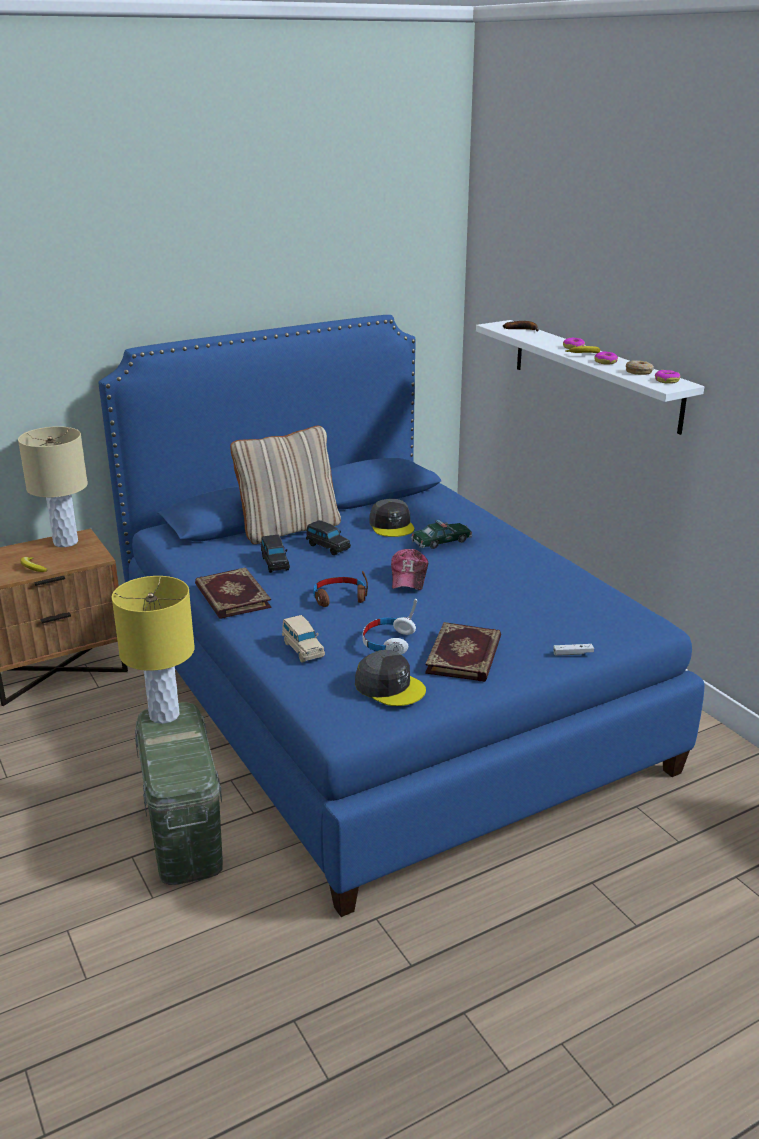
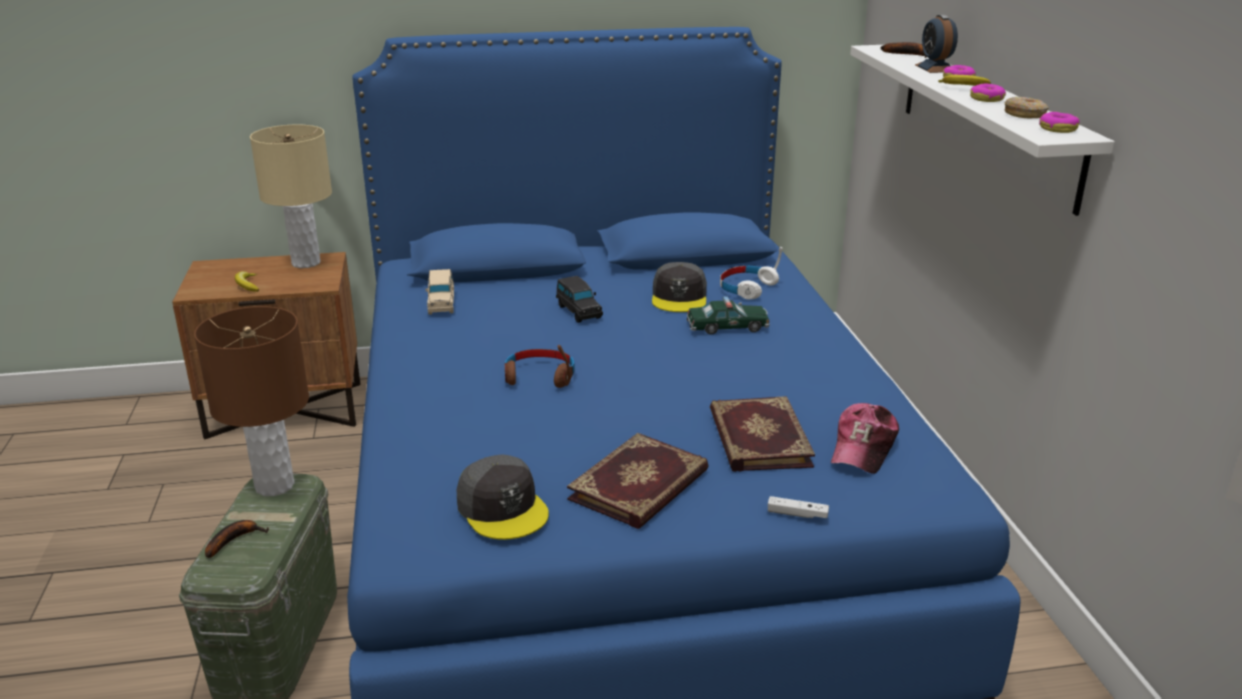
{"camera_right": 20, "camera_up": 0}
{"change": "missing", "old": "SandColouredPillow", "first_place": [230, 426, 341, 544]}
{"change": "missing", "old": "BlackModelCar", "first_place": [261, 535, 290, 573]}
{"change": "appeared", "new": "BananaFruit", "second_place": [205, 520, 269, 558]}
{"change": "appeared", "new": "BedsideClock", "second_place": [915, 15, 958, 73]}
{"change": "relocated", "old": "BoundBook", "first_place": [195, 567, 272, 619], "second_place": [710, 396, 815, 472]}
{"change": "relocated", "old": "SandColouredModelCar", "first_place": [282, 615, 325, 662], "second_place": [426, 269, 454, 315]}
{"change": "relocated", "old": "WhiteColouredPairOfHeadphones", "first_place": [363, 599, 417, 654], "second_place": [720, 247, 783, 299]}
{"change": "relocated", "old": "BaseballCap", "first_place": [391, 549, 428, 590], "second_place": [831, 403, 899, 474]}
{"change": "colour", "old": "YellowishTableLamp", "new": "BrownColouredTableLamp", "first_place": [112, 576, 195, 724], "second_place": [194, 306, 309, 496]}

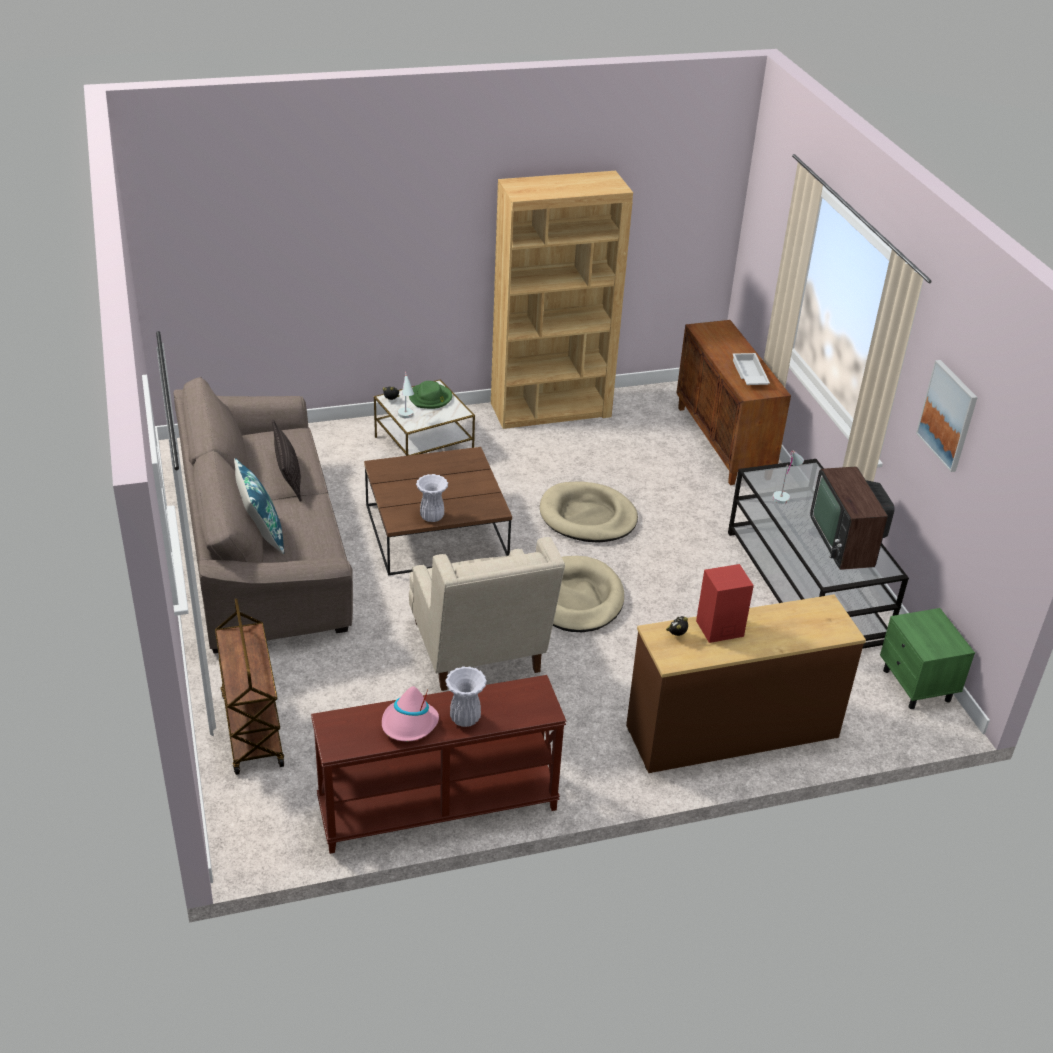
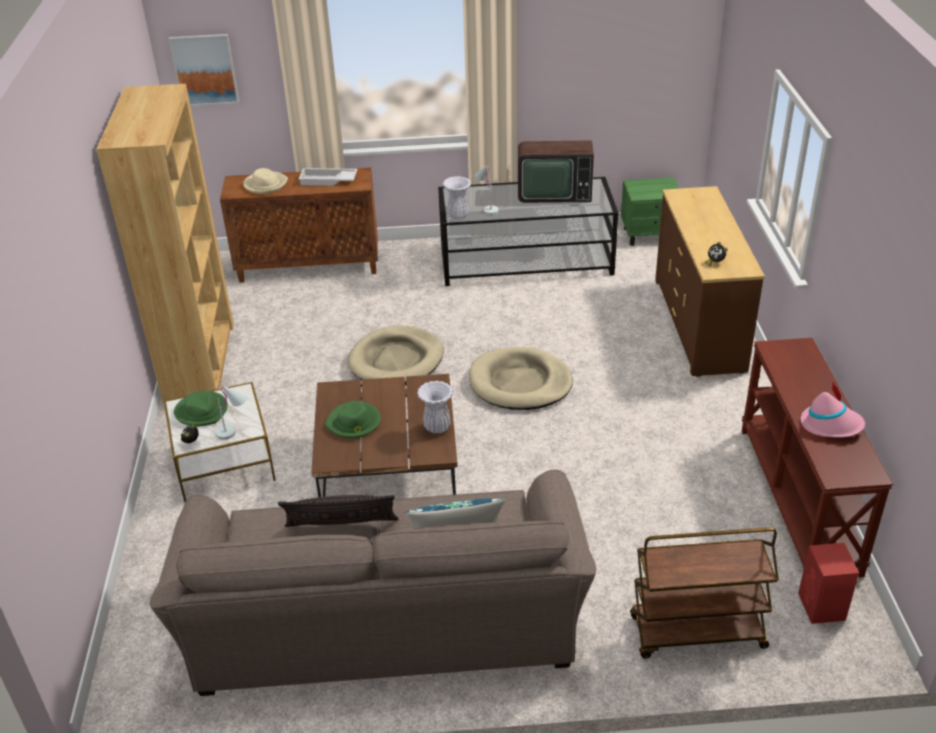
{"camera_right": -75, "camera_up": 0}
{"change": "missing", "old": "SandColouredArmchair", "first_place": [409, 537, 565, 691]}
{"change": "appeared", "new": "SandColouredWearableHat", "second_place": [243, 168, 288, 194]}
{"change": "appeared", "new": "GreenColouredWearableHat", "second_place": [325, 401, 381, 438]}
{"change": "relocated", "old": "WhiteColouredVase", "first_place": [445, 667, 487, 727], "second_place": [443, 176, 471, 219]}
{"change": "relocated", "old": "ReddishAudioSpeaker", "first_place": [696, 564, 754, 643], "second_place": [798, 543, 859, 624]}
{"change": "relocated", "old": "WallArt", "first_place": [916, 360, 978, 472], "second_place": [168, 34, 239, 106]}

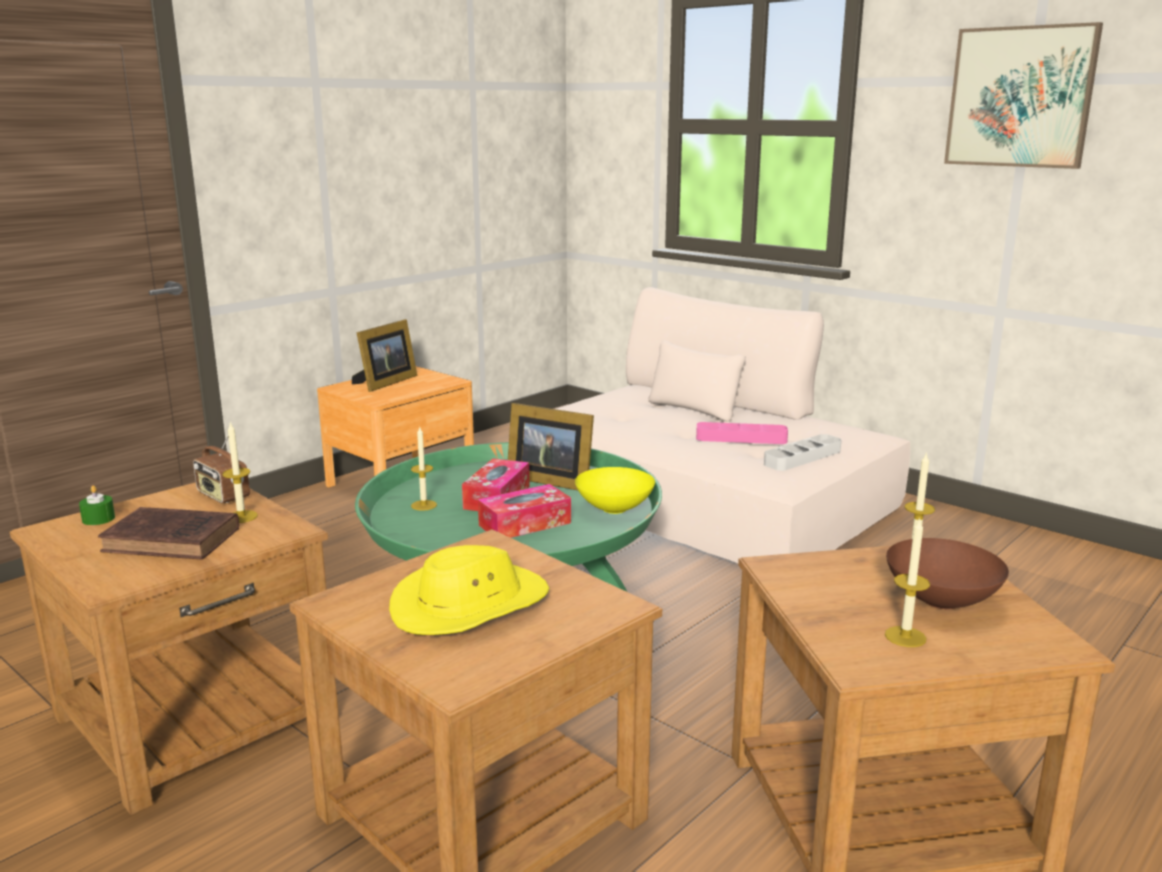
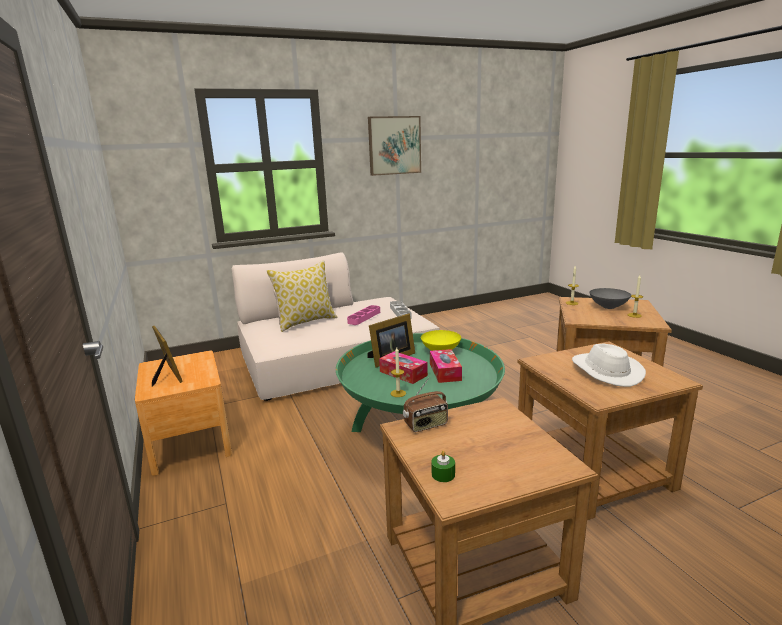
{"camera_right": -65, "camera_up": 0}
{"change": "missing", "old": "BrownColouredBoundBook", "first_place": [98, 507, 239, 560]}
{"change": "missing", "old": "Candle", "first_place": [222, 422, 258, 523]}
{"change": "appeared", "new": "Pillow", "second_place": [267, 260, 338, 332]}
{"change": "colour", "old": "YellowishWearableHat", "new": "WhiteColouredWearableHat", "first_place": [389, 545, 549, 635], "second_place": [572, 344, 646, 387]}
{"change": "colour", "old": "BrownColouredBowl", "new": "GreyishBowl", "first_place": [886, 538, 1009, 609], "second_place": [590, 288, 631, 309]}

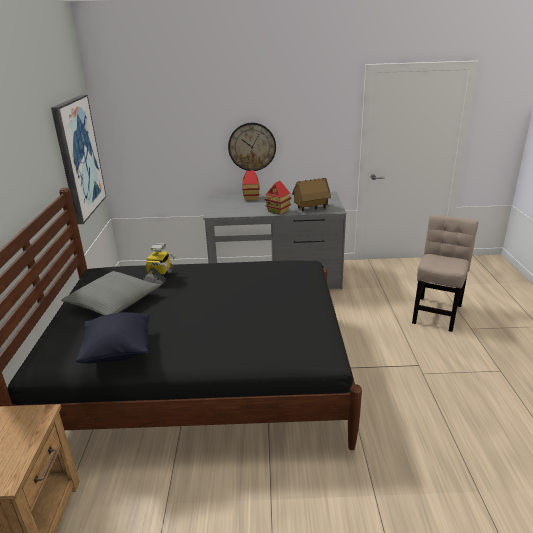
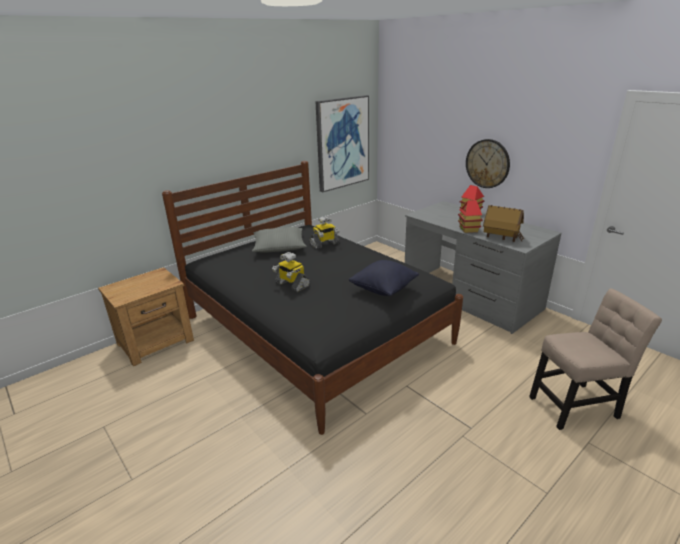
{"camera_right": 50, "camera_up": 0}
{"change": "appeared", "new": "RobotFigure", "second_place": [272, 252, 310, 292]}
{"change": "relocated", "old": "BlackPillow", "first_place": [76, 312, 149, 364], "second_place": [349, 260, 419, 296]}

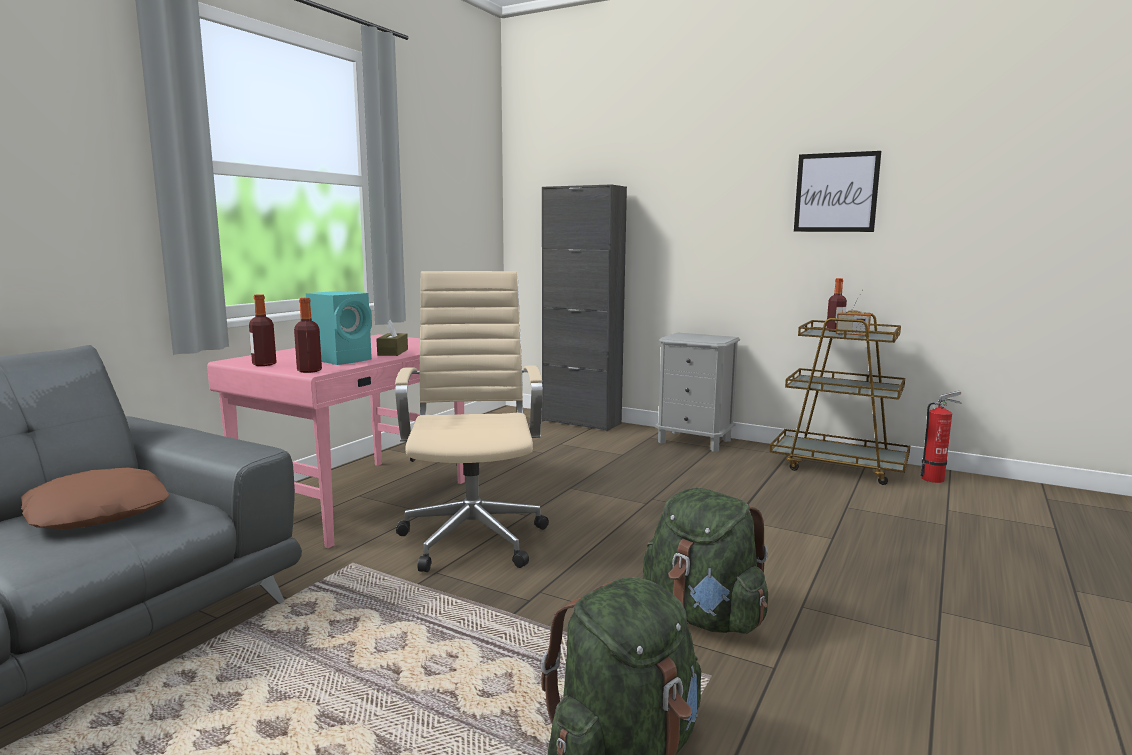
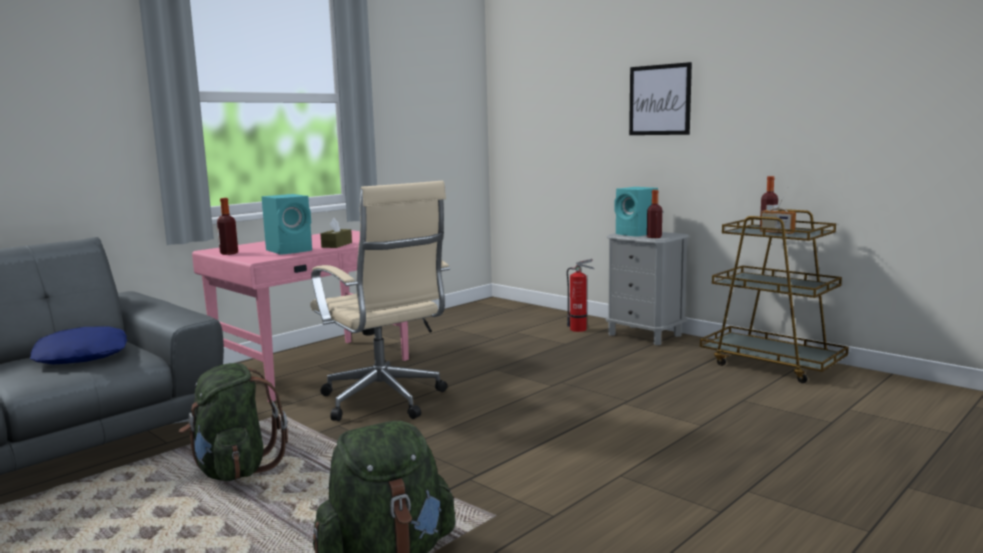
{"camera_right": 15, "camera_up": 0}
{"change": "missing", "old": "BlackCabinet", "first_place": [542, 184, 627, 431]}
{"change": "appeared", "new": "TurquoiseColouredAudioSpeaker", "second_place": [614, 187, 658, 237]}
{"change": "relocated", "old": "DrinkBottle", "first_place": [294, 298, 322, 373], "second_place": [647, 190, 662, 238]}
{"change": "relocated", "old": "GreenColouredBackpack", "first_place": [643, 488, 768, 634], "second_place": [179, 363, 288, 481]}
{"change": "relocated", "old": "WallArt", "first_place": [794, 151, 881, 232], "second_place": [629, 62, 692, 135]}
{"change": "relocated", "old": "FireFightingCylinder", "first_place": [920, 391, 962, 483], "second_place": [567, 259, 594, 332]}
{"change": "colour", "old": "BrownColouredPillow", "new": "BluishPillow", "first_place": [21, 467, 169, 529], "second_place": [30, 326, 127, 365]}
{"change": "spun", "old": "SandColouredComputerChair", "first_place": [395, 271, 549, 572], "second_place": [310, 181, 450, 421], "degrees": 135}

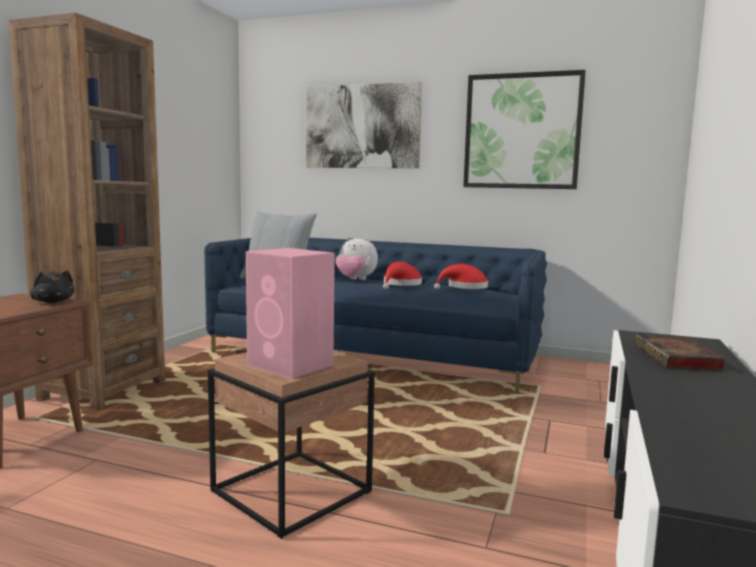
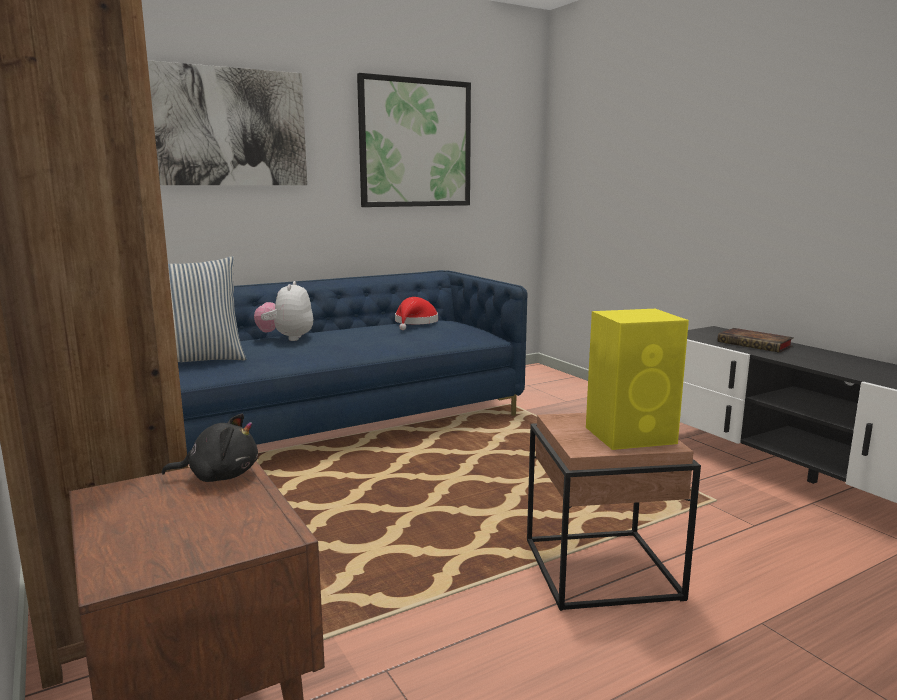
{"camera_right": -50, "camera_up": 5}
{"change": "missing", "old": "ReddishWearableHat", "first_place": [383, 262, 422, 289]}
{"change": "colour", "old": "PinkColouredAudioSpeaker", "new": "YellowishAudioSpeaker", "first_place": [246, 248, 335, 379], "second_place": [586, 309, 689, 450]}
{"change": "spun", "old": "SoftToy", "first_place": [336, 237, 378, 280], "second_place": [254, 281, 313, 341], "degrees": 120}

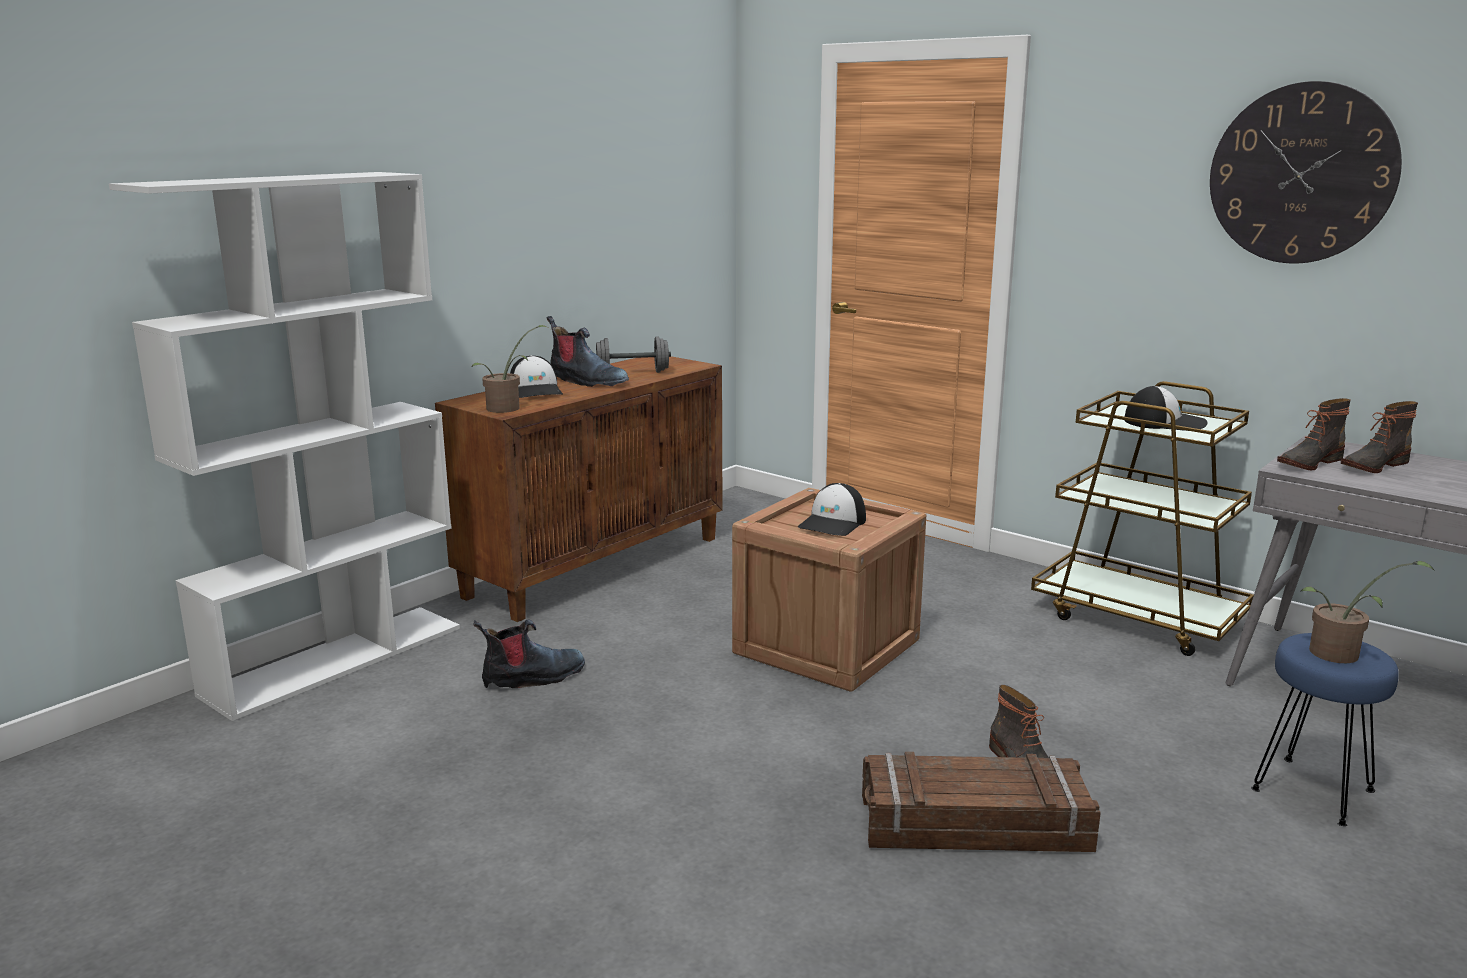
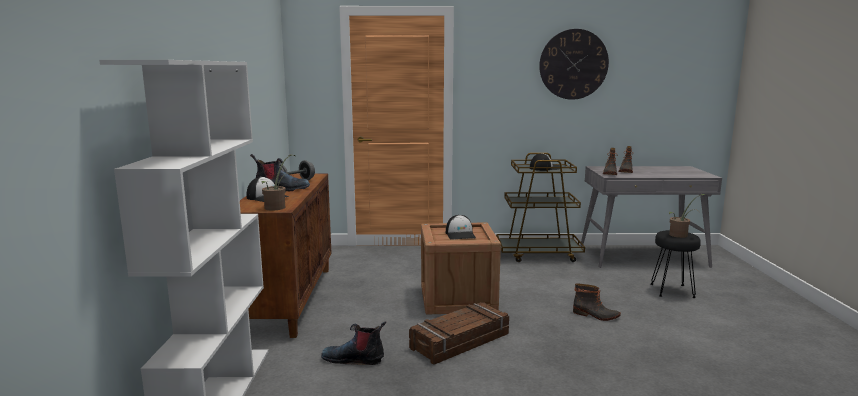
{"camera_right": -40, "camera_up": -5}
{"change": "relocated", "old": "PackingCrate", "first_place": [862, 752, 1101, 852], "second_place": [409, 302, 509, 365]}
{"change": "colour", "old": "BluishSittingStool", "new": "BlackSittingStool", "first_place": [1251, 633, 1399, 826], "second_place": [650, 230, 701, 298]}
{"change": "spun", "old": "HighTopBoot", "first_place": [474, 619, 585, 688], "second_place": [321, 321, 386, 365], "degrees": -105}

